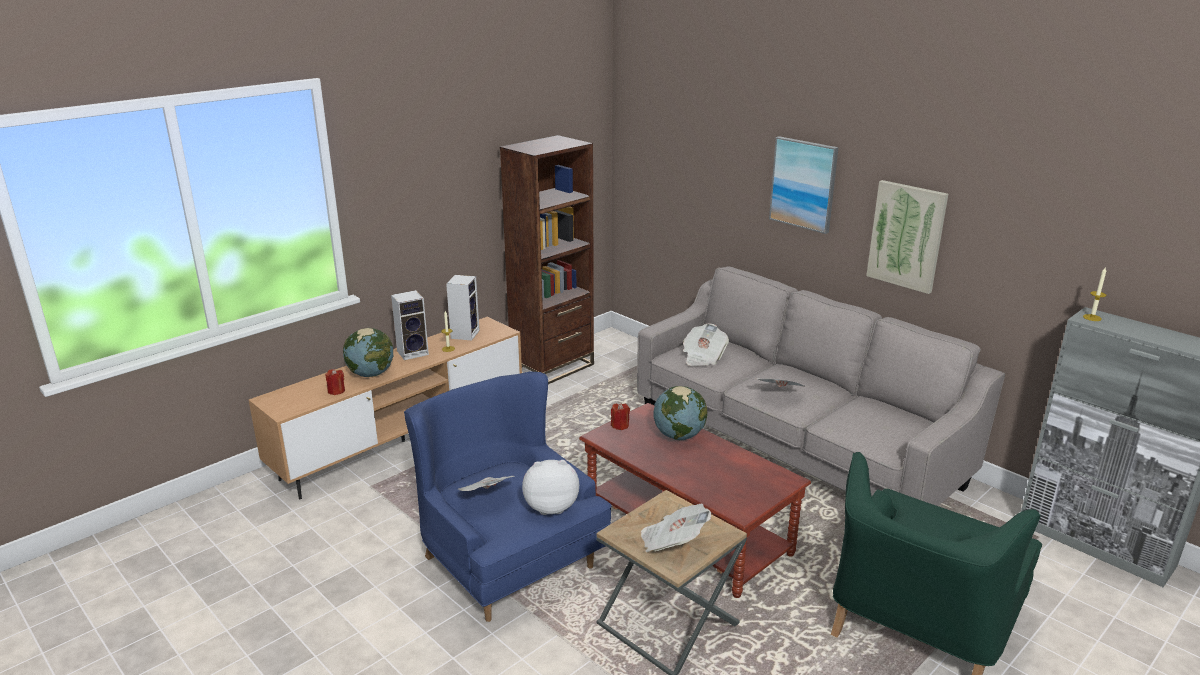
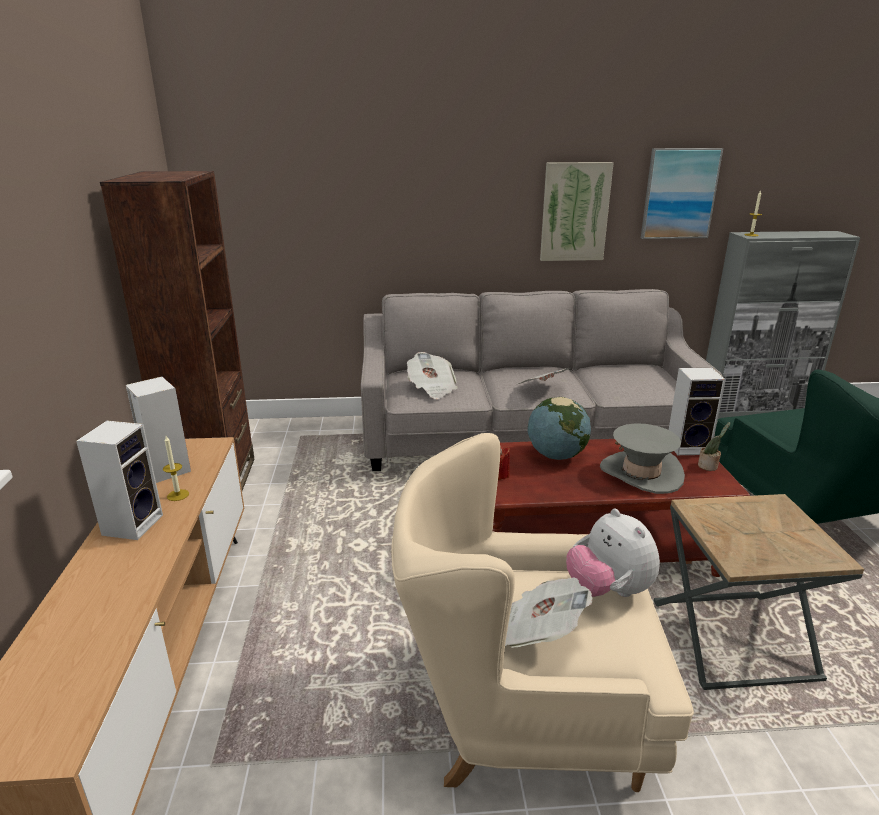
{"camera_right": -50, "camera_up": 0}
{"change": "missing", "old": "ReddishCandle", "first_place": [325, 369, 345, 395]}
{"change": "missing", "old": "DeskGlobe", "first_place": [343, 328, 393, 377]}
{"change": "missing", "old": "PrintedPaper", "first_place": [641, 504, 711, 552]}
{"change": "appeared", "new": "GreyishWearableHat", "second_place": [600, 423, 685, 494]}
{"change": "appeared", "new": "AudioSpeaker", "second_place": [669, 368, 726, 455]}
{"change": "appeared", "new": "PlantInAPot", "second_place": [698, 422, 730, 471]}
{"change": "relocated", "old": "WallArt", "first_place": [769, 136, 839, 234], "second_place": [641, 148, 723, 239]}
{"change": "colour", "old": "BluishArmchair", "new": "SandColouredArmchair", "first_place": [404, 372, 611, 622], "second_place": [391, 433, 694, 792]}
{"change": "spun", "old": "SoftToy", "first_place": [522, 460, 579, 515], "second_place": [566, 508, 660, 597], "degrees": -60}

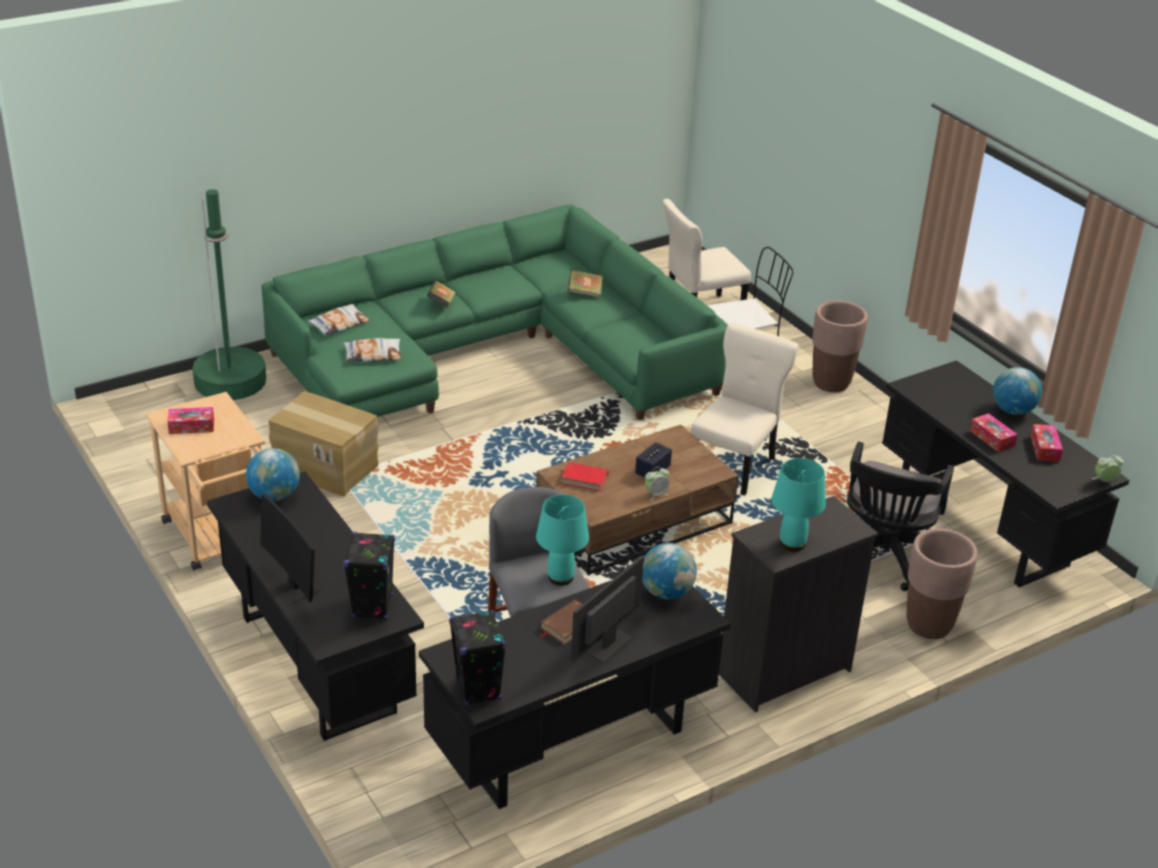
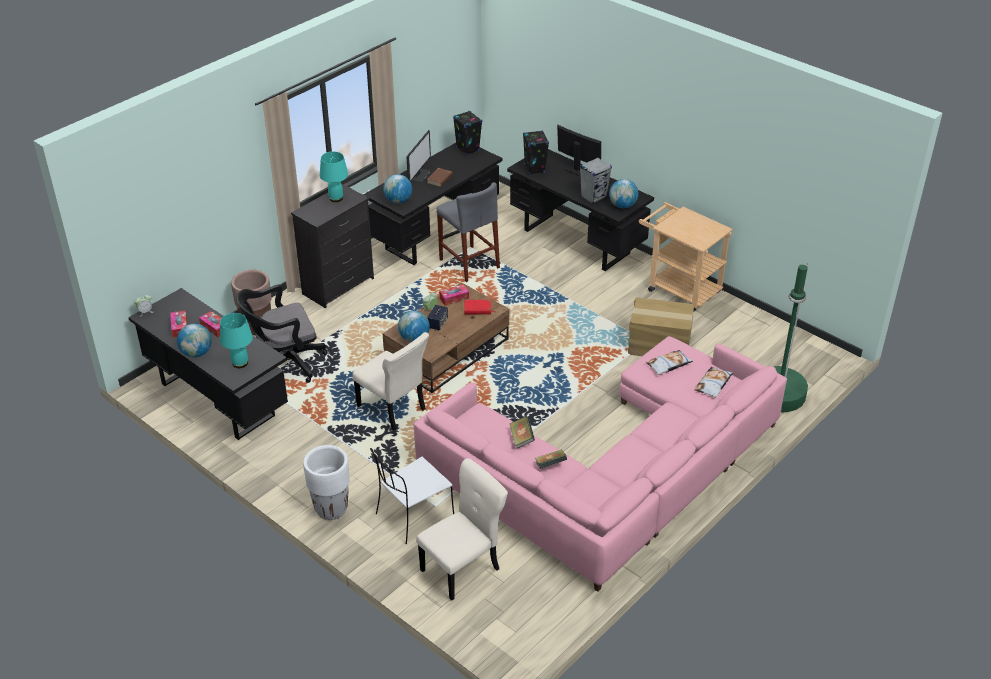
{"camera_right": 165, "camera_up": 5}
{"change": "appeared", "new": "DeskGlobe", "second_place": [398, 311, 430, 342]}
{"change": "appeared", "new": "GreyishAudioSpeaker", "second_place": [580, 157, 612, 204]}
{"change": "relocated", "old": "BoxOfTissues", "first_place": [167, 407, 214, 434], "second_place": [439, 284, 469, 306]}
{"change": "relocated", "old": "BoundBook", "first_place": [427, 281, 456, 308], "second_place": [510, 416, 535, 448]}
{"change": "relocated", "old": "TurquoiseColouredTableLamp", "first_place": [536, 495, 589, 586], "second_place": [220, 313, 253, 368]}
{"change": "colour", "old": "GreenColouredCouch", "new": "PinkColouredCouch", "first_place": [262, 204, 728, 420], "second_place": [413, 336, 787, 592]}
{"change": "colour", "old": "BrownColouredFlowerPot", "new": "WhiteColouredFlowerPot", "first_place": [812, 300, 868, 392], "second_place": [303, 445, 350, 520]}
{"change": "spun", "old": "SandColouredPlainChair", "first_place": [690, 323, 799, 496], "second_place": [352, 332, 429, 431], "degrees": -60}
{"change": "spun", "old": "BlackComputerChair", "first_place": [847, 442, 954, 591], "second_place": [237, 285, 328, 383], "degrees": -120}

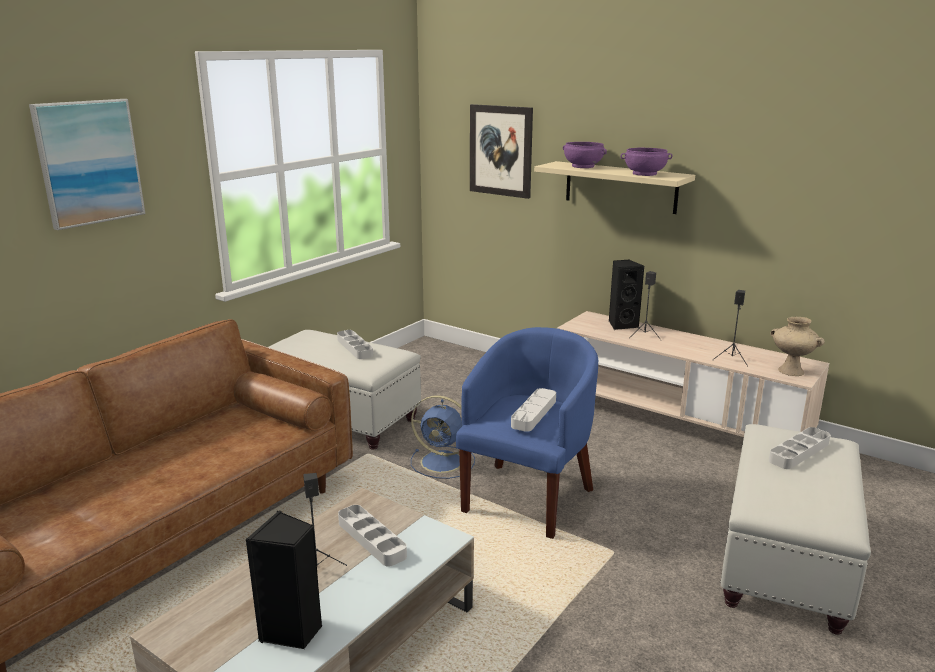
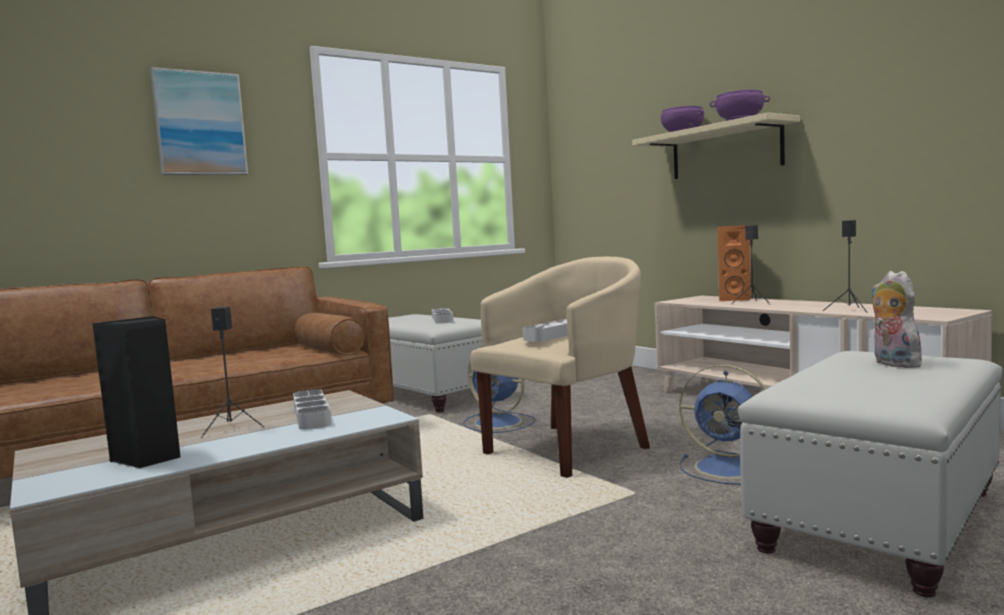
{"camera_right": 20, "camera_up": -15}
{"change": "missing", "old": "WallArt", "first_place": [470, 104, 533, 199]}
{"change": "missing", "old": "SandColouredVase", "first_place": [770, 317, 825, 376]}
{"change": "appeared", "new": "BluishFan", "second_place": [679, 365, 766, 485]}
{"change": "exchanged", "old": "GreyishTray", "new": "SoftToy", "first_place": [769, 427, 830, 469], "second_place": [871, 271, 923, 368]}
{"change": "colour", "old": "BluishArmchair", "new": "SandColouredArmchair", "first_place": [456, 327, 598, 539], "second_place": [470, 257, 650, 478]}
{"change": "colour", "old": "BlackAudioSpeaker", "new": "OrangeyAudioSpeaker", "first_place": [609, 259, 644, 330], "second_place": [717, 225, 751, 301]}

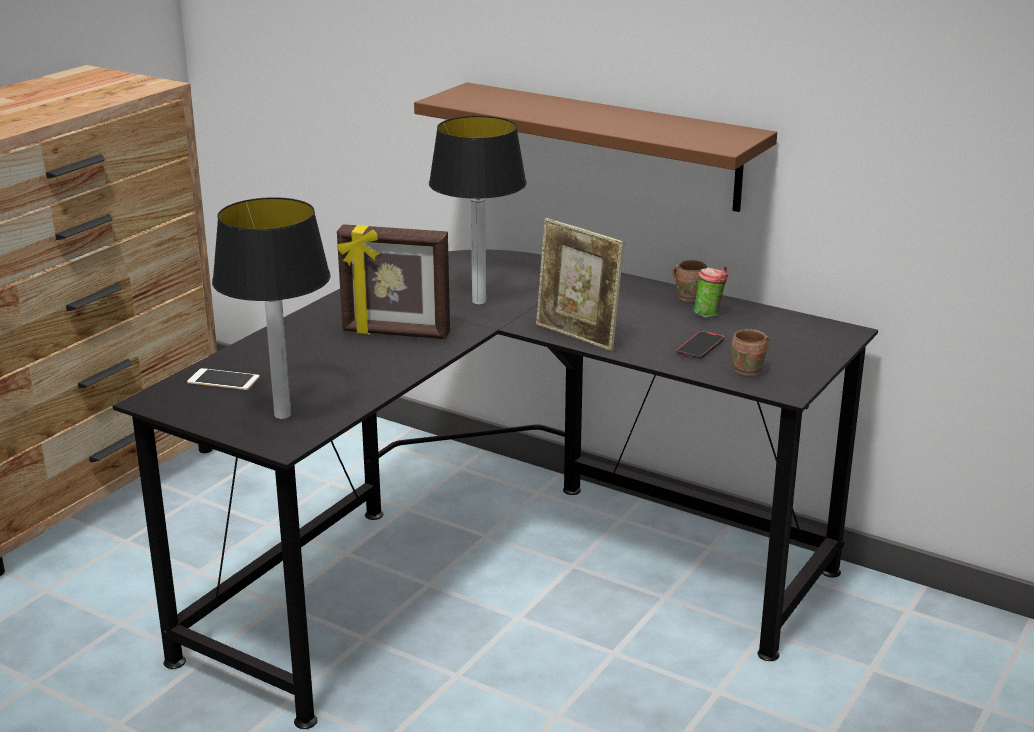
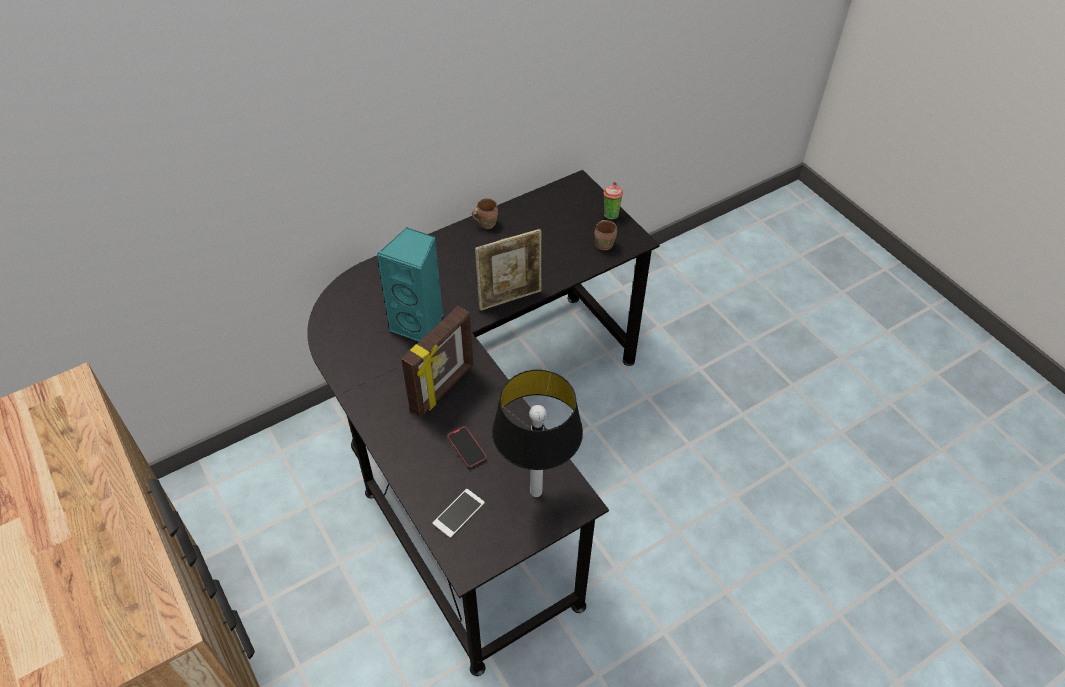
{"camera_right": -65, "camera_up": 25}
{"change": "missing", "old": "BrownColouredBracketShelf", "first_place": [414, 82, 777, 212]}
{"change": "relocated", "old": "Telephone", "first_place": [677, 331, 724, 359], "second_place": [447, 426, 487, 468]}
{"change": "relocated", "old": "SmallCup", "first_place": [694, 266, 729, 318], "second_place": [604, 182, 623, 220]}
{"change": "exchanged", "old": "TableLamp", "new": "TurquoiseColouredAudioSpeaker", "first_place": [429, 116, 527, 304], "second_place": [376, 227, 443, 341]}

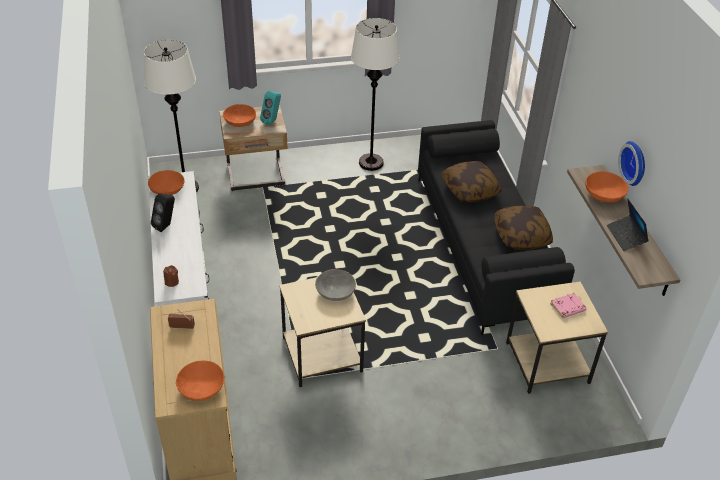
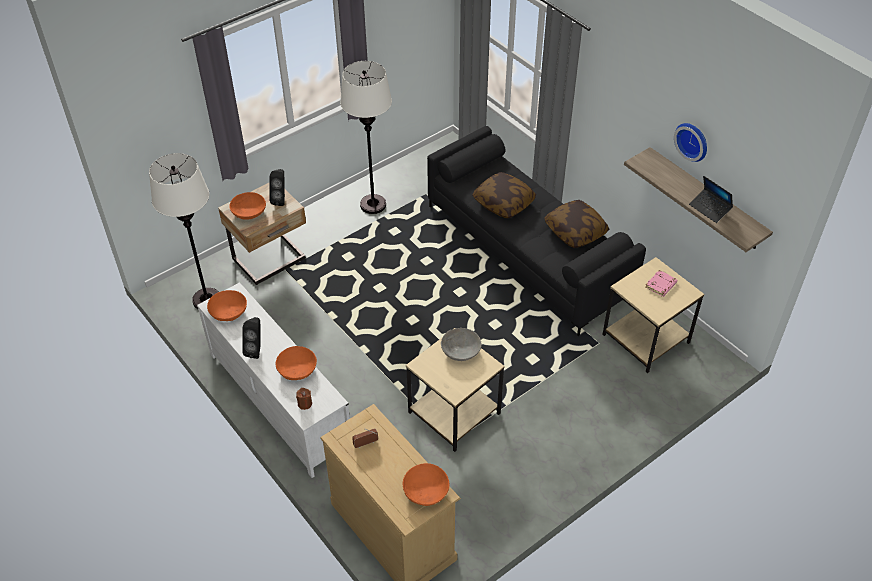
{"camera_right": -25, "camera_up": 5}
{"change": "relocated", "old": "OrangeyBowl", "first_place": [585, 171, 629, 202], "second_place": [276, 346, 317, 380]}
{"change": "colour", "old": "TurquoiseColouredAudioSpeaker", "new": "BlackAudioSpeaker", "first_place": [260, 91, 281, 126], "second_place": [270, 169, 285, 206]}

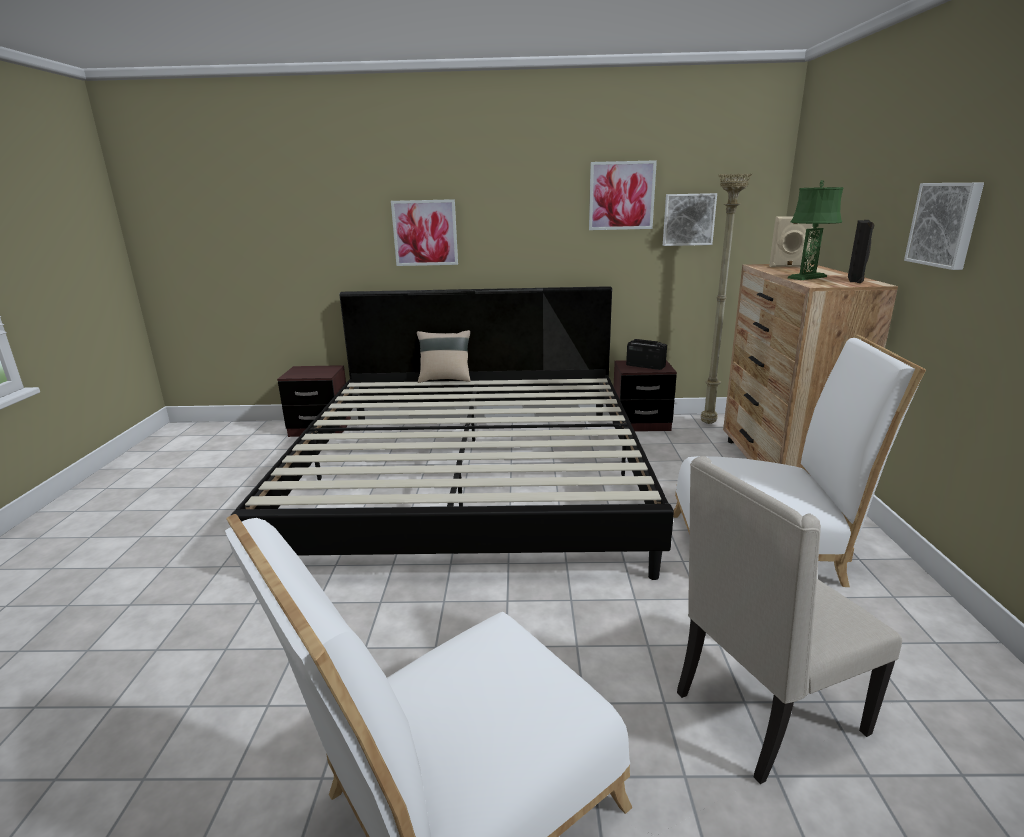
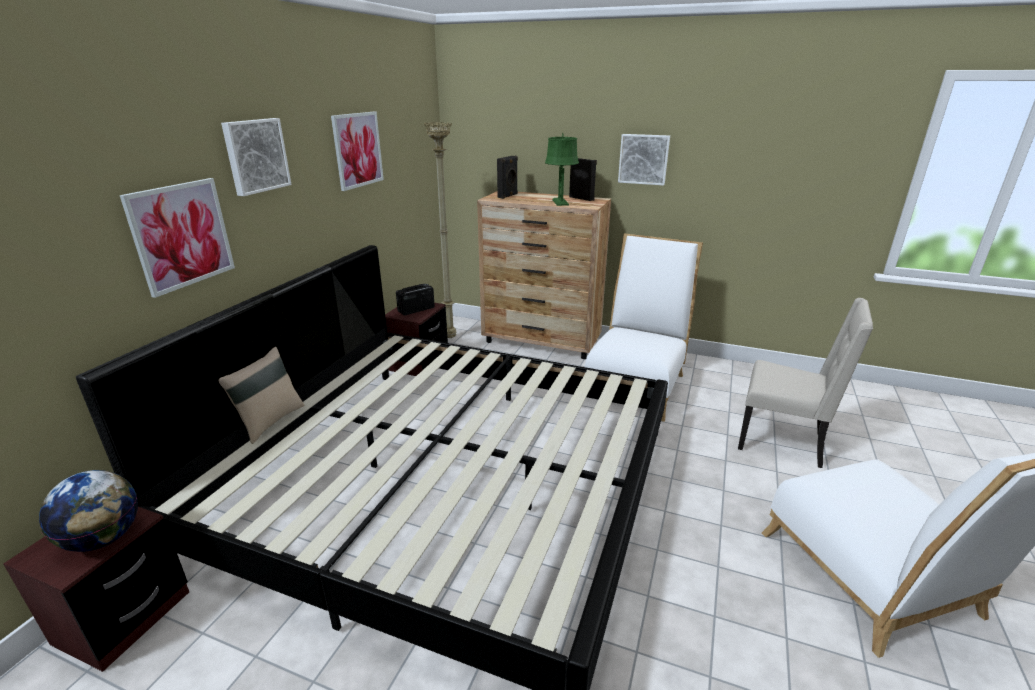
{"camera_right": -70, "camera_up": 5}
{"change": "appeared", "new": "DeskGlobe", "second_place": [39, 470, 138, 552]}
{"change": "relocated", "old": "WallArt", "first_place": [663, 193, 717, 246], "second_place": [221, 118, 292, 196]}
{"change": "colour", "old": "SandColouredAudioSpeaker", "new": "BlackAudioSpeaker", "first_place": [769, 216, 813, 267], "second_place": [497, 156, 518, 199]}
{"change": "spun", "old": "SandColouredPlainChair", "first_place": [677, 456, 902, 784], "second_place": [738, 298, 873, 468], "degrees": -60}

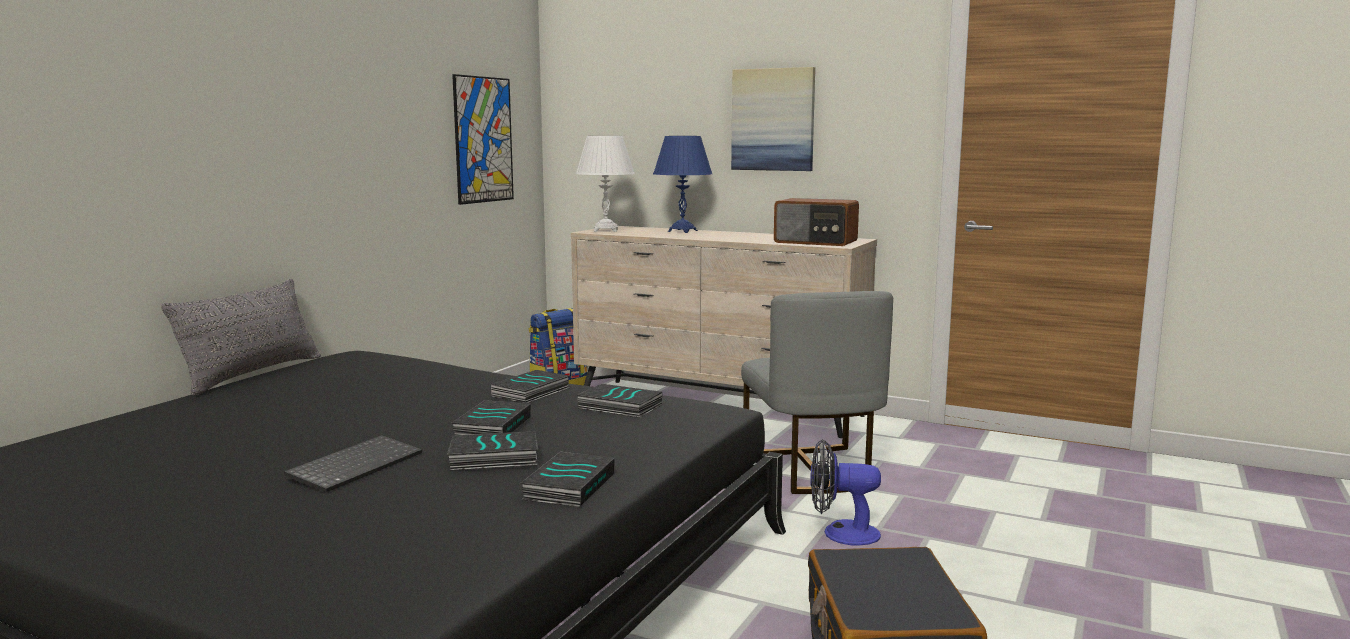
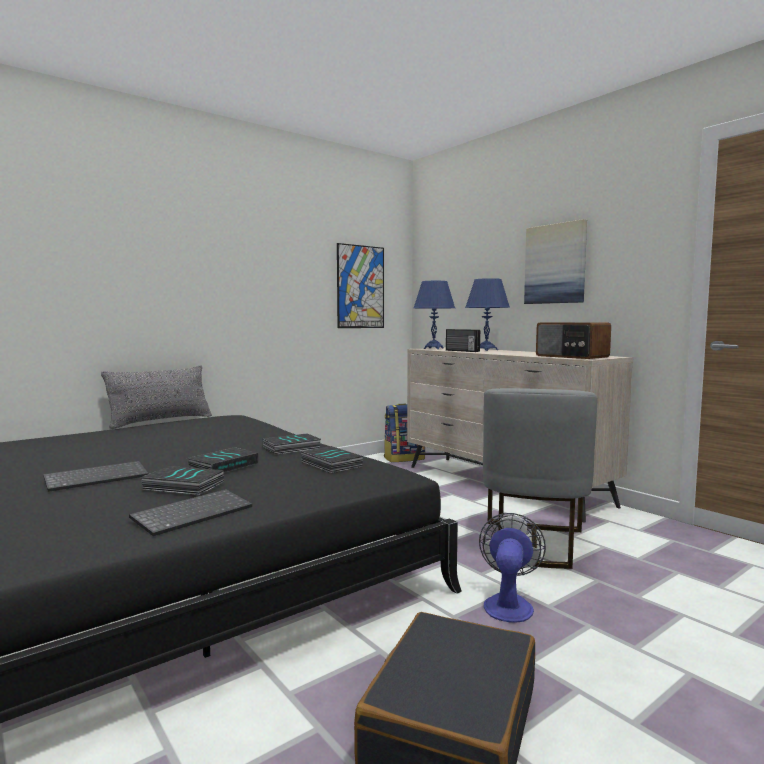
{"camera_right": 25, "camera_up": -5}
{"change": "appeared", "new": "RadioSet", "second_place": [446, 329, 480, 352]}
{"change": "exchanged", "old": "BoundBook", "new": "Keyboard", "first_place": [521, 452, 615, 507], "second_place": [129, 489, 252, 536]}
{"change": "colour", "old": "WhiteColouredTableLamp", "new": "BluishTableLamp", "first_place": [576, 136, 635, 232], "second_place": [414, 281, 455, 349]}
{"change": "spun", "old": "Fan", "first_place": [811, 439, 881, 545], "second_place": [479, 513, 546, 623], "degrees": 75}

